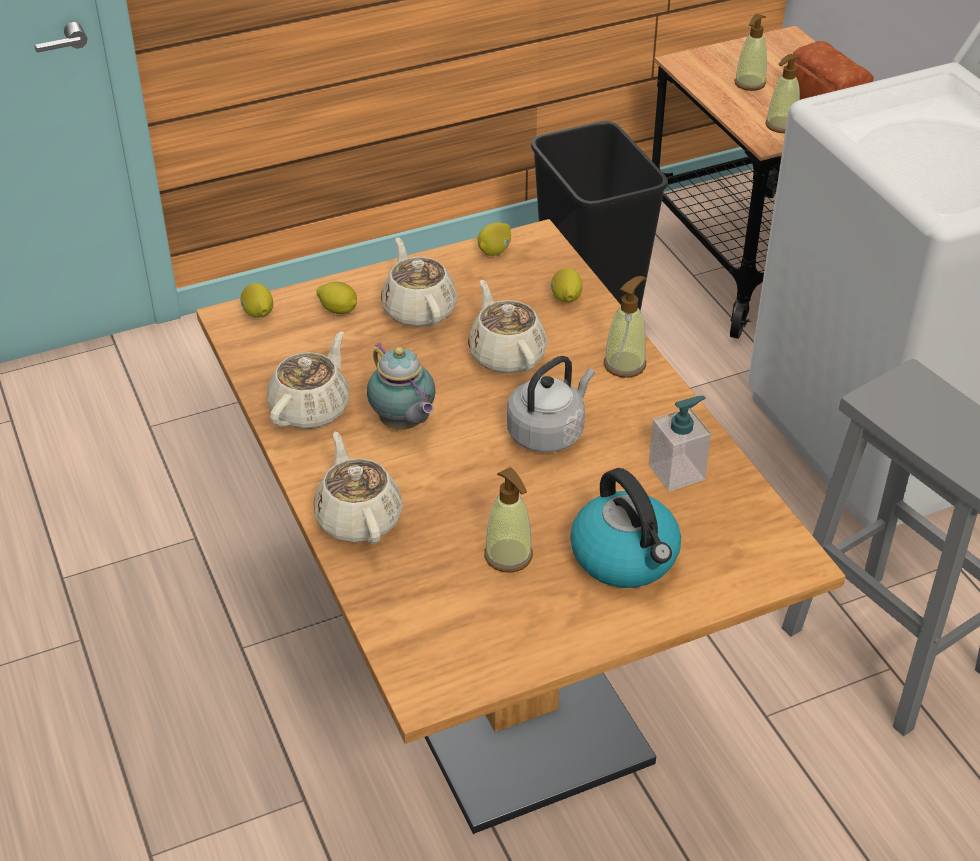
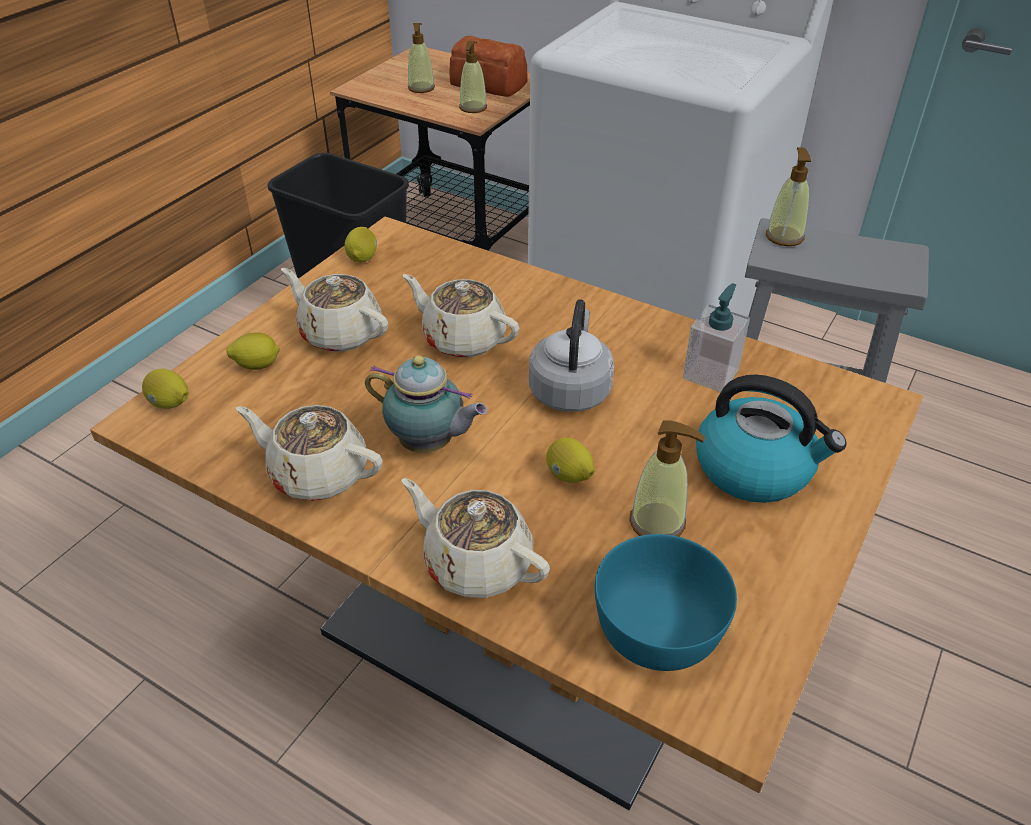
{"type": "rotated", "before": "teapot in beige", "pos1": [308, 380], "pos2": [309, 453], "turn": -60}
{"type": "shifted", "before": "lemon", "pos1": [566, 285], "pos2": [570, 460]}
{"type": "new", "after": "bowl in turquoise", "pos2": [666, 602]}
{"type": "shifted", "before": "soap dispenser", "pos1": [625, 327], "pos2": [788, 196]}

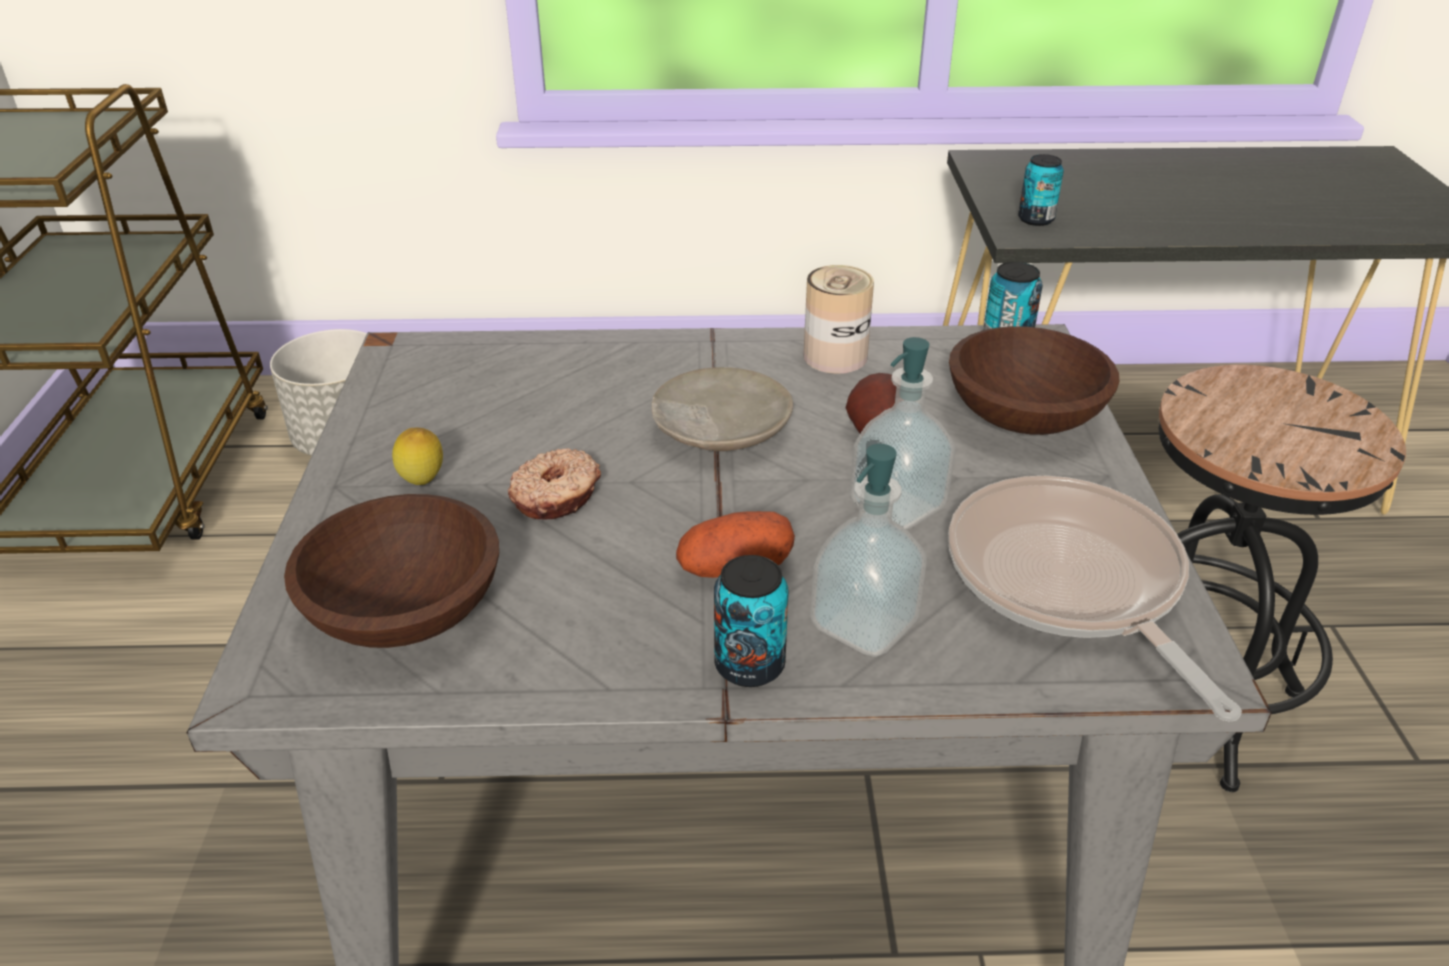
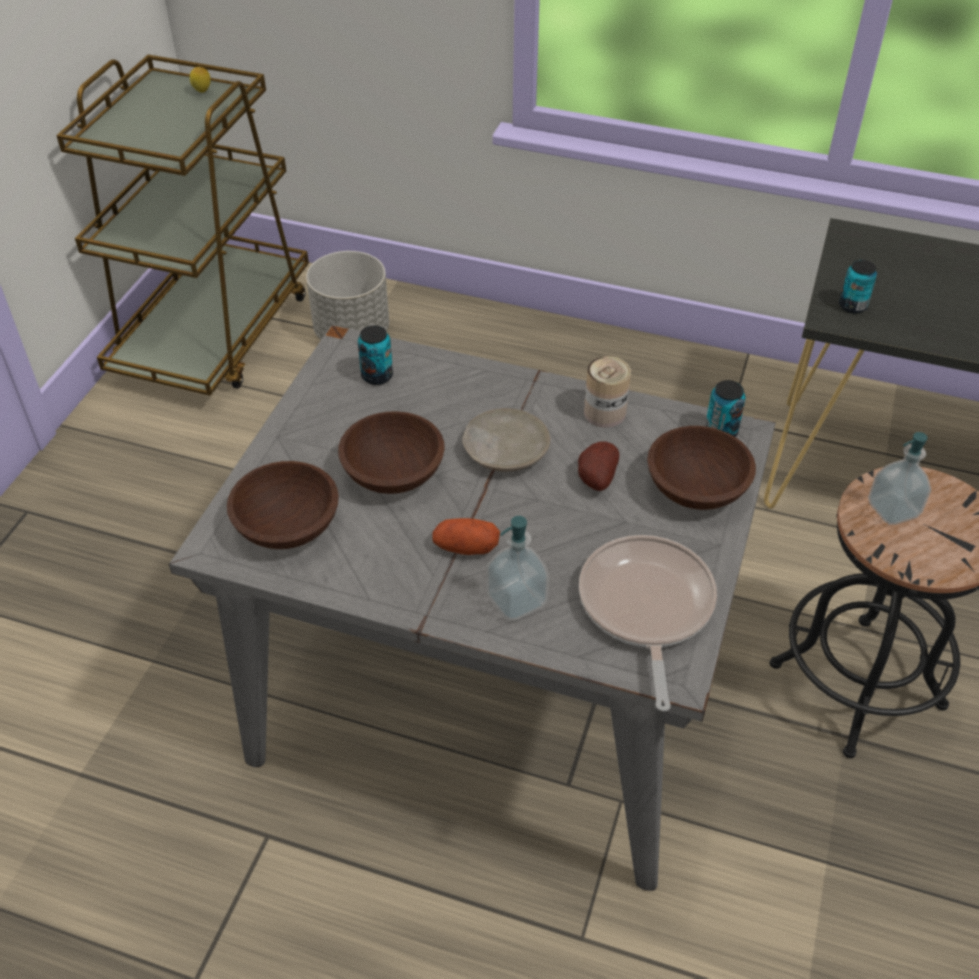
{"type": "shifted", "before": "lemon", "pos1": [417, 456], "pos2": [200, 80]}
{"type": "swapped", "before": "donut", "after": "bowl in brown", "pos1": [554, 483], "pos2": [391, 452]}
{"type": "shifted", "before": "can", "pos1": [751, 621], "pos2": [375, 355]}
{"type": "shifted", "before": "soap dispenser", "pos1": [903, 433], "pos2": [899, 478]}

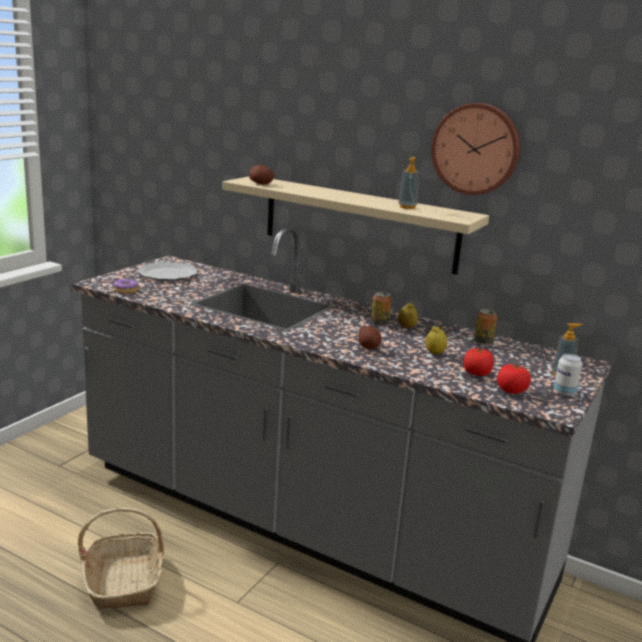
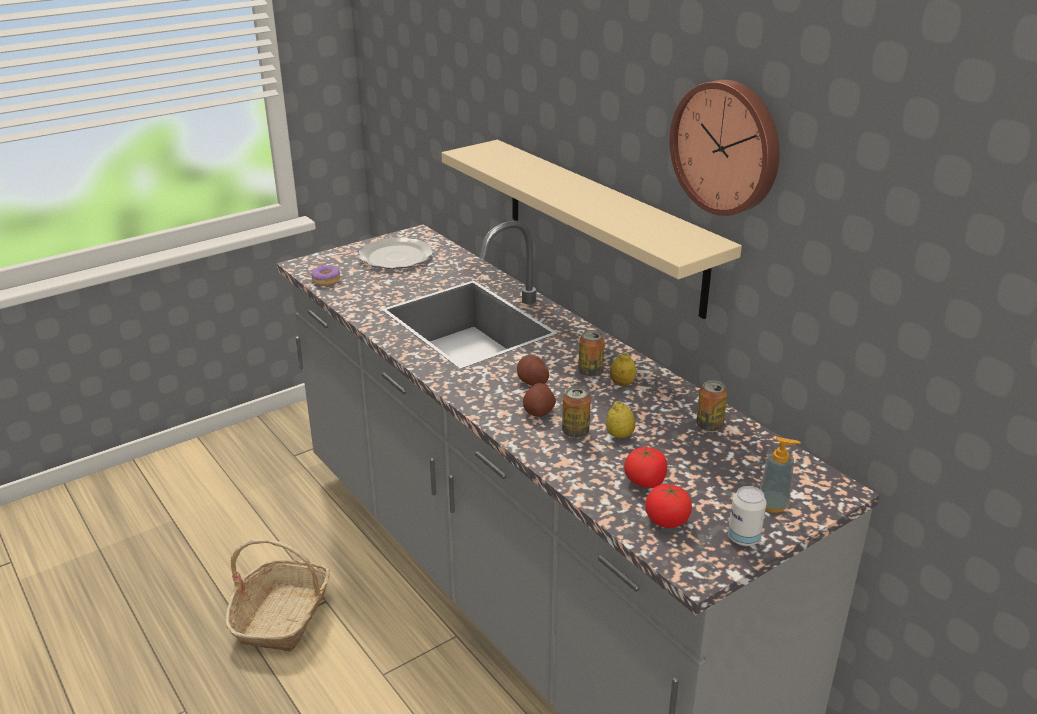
{"type": "shifted", "before": "potato", "pos1": [261, 175], "pos2": [533, 370]}
{"type": "new", "after": "can", "pos2": [576, 412]}
{"type": "gone", "before": "soap dispenser", "pos1": [408, 183]}

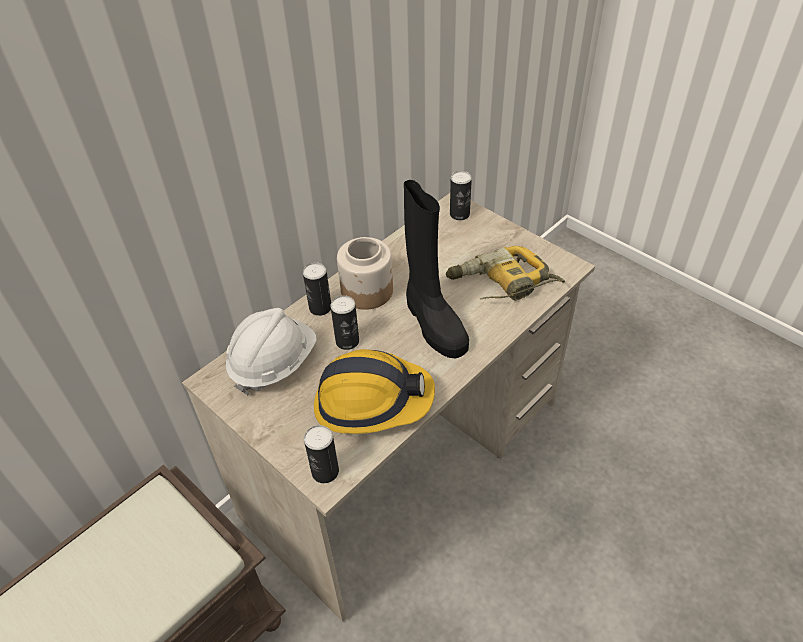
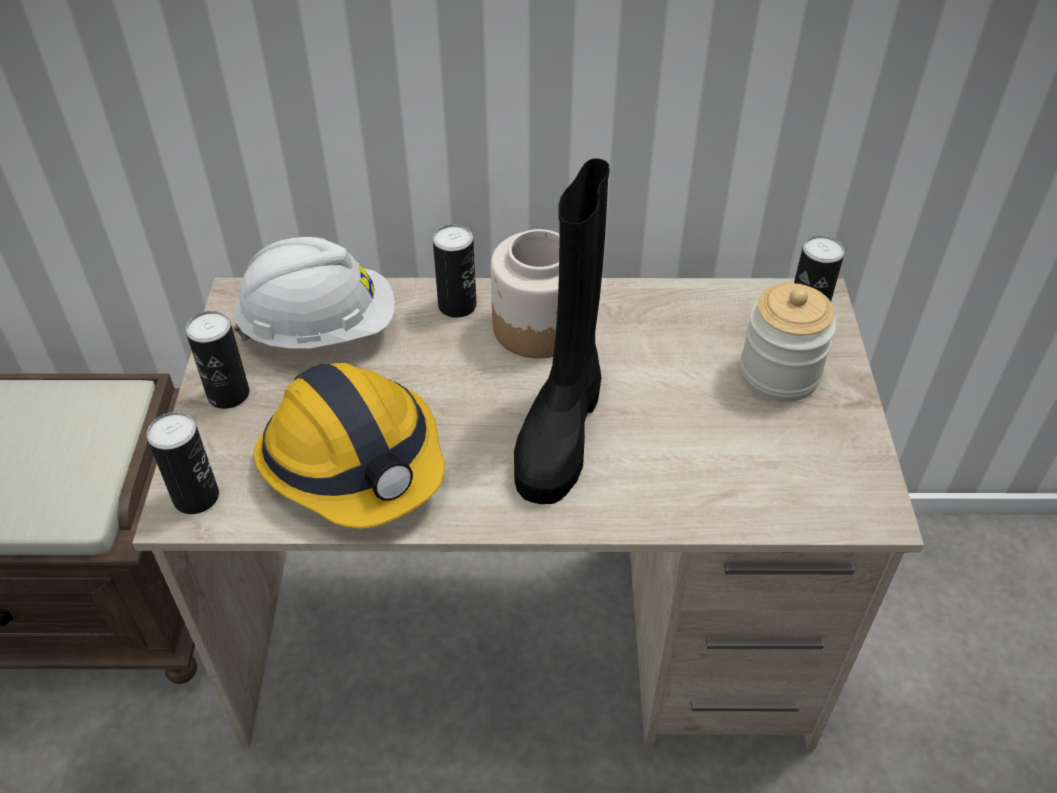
{"type": "shifted", "before": "can", "pos1": [344, 322], "pos2": [217, 360]}
{"type": "new", "after": "jar", "pos2": [788, 342]}
{"type": "gone", "before": "power drill", "pos1": [505, 273]}

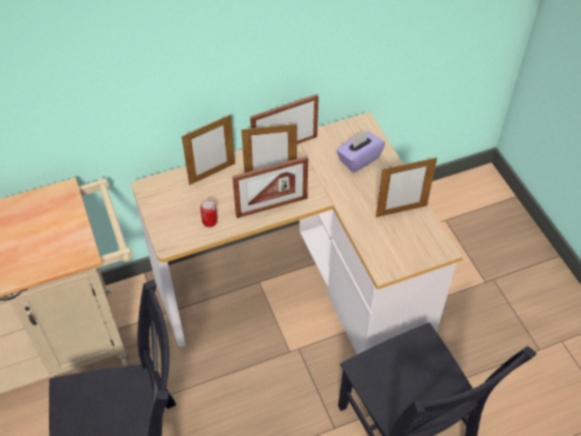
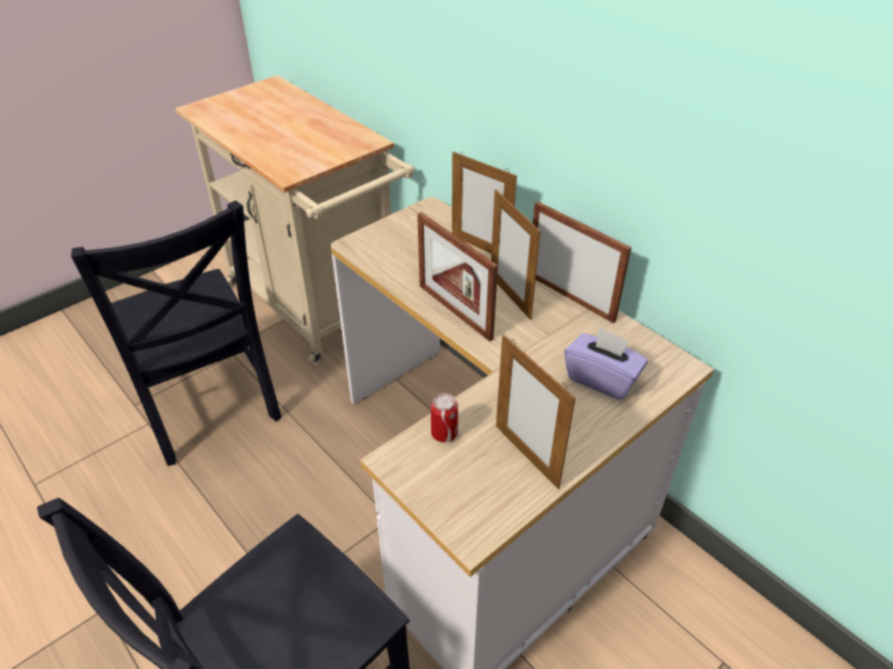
{"type": "shifted", "before": "can", "pos1": [209, 213], "pos2": [444, 417]}

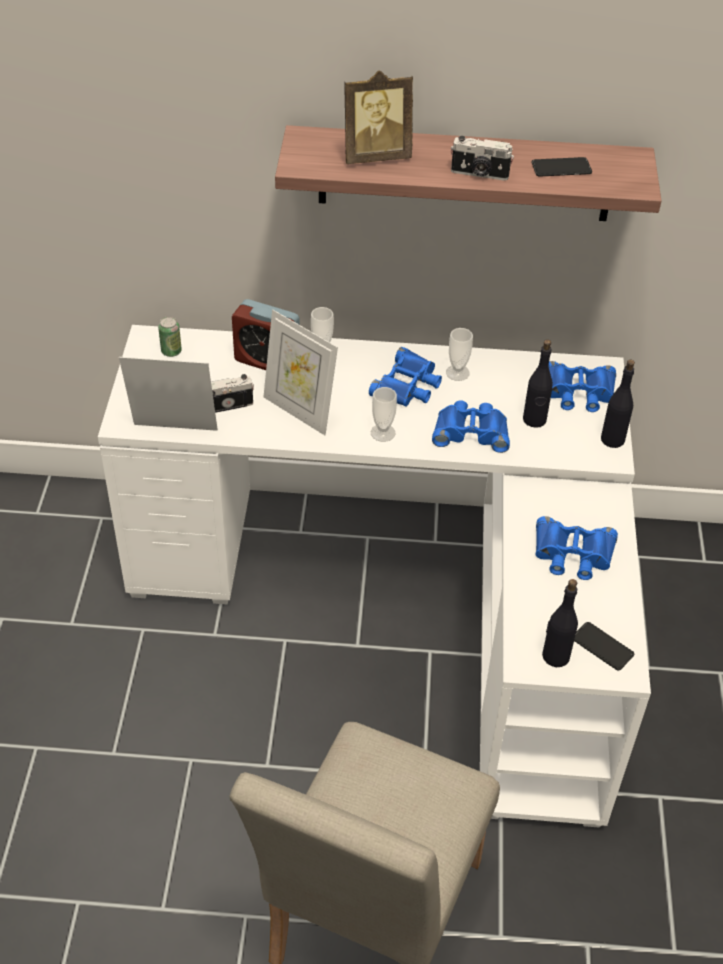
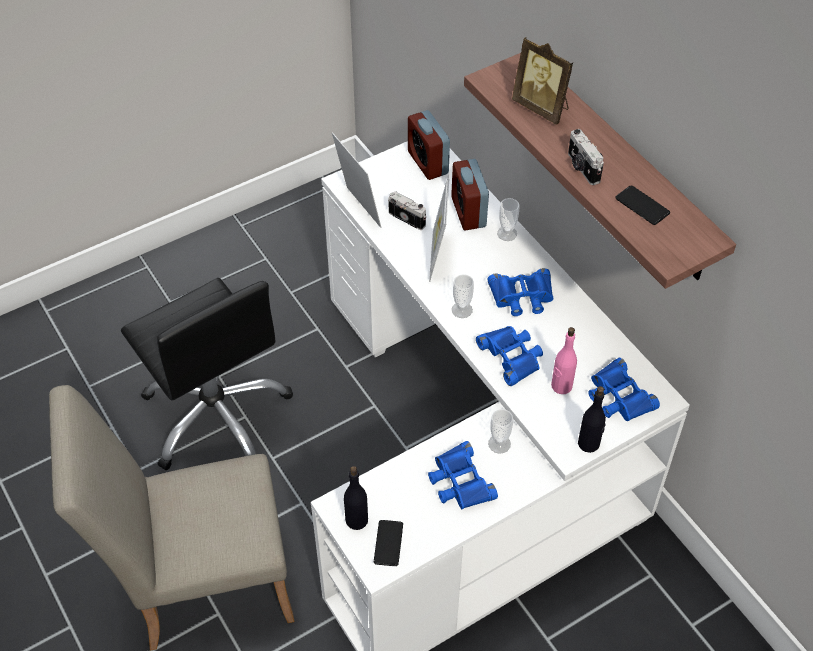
{"type": "new", "after": "office chair in black", "pos2": [207, 374]}
{"type": "swapped", "before": "can", "after": "alarm clock", "pos1": [170, 336], "pos2": [429, 145]}
{"type": "shifted", "before": "cup", "pos1": [459, 354], "pos2": [500, 431]}
{"type": "repainted", "before": "bottle in black", "after": "bottle in pink", "pos1": [538, 383], "pos2": [564, 360]}

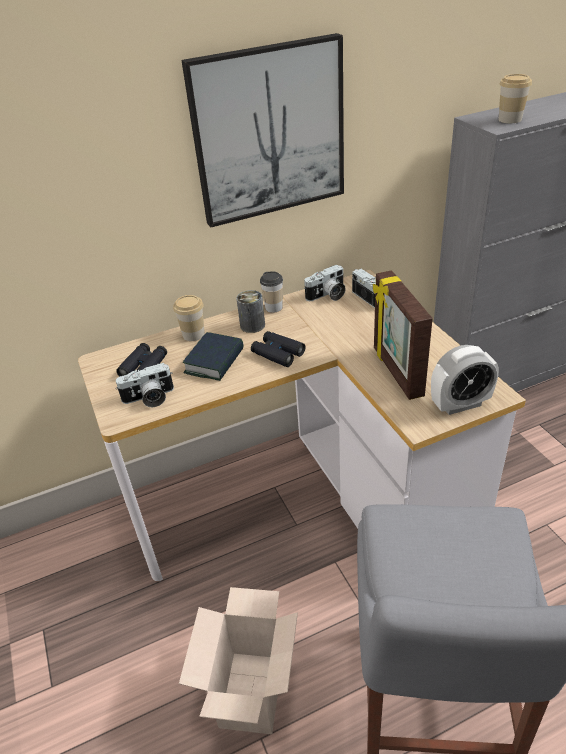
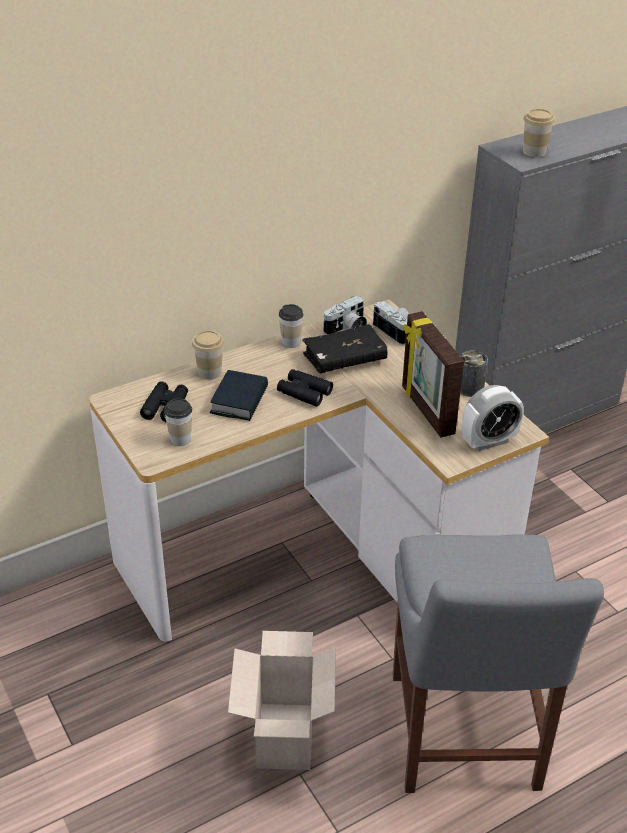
{"type": "swapped", "before": "photo camera", "after": "cup", "pos1": [145, 385], "pos2": [178, 422]}
{"type": "new", "after": "book in black", "pos2": [344, 348]}
{"type": "shifted", "before": "can", "pos1": [250, 311], "pos2": [474, 374]}
{"type": "gone", "before": "picture", "pos1": [262, 130]}

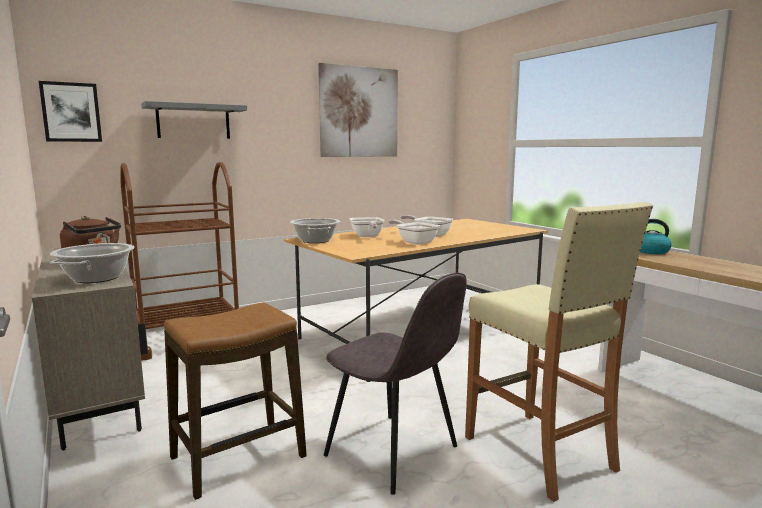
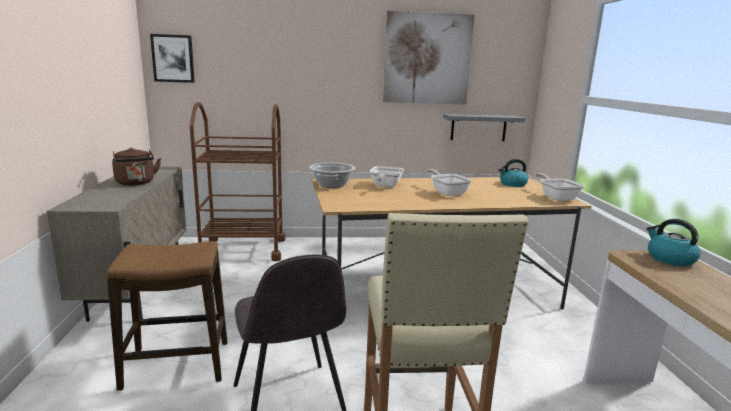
{"type": "shifted", "before": "shelf in grey", "pos1": [194, 120], "pos2": [484, 127]}
{"type": "new", "after": "kettle", "pos2": [513, 173]}
{"type": "shifted", "before": "frying pan", "pos1": [414, 232], "pos2": [560, 187]}
{"type": "gone", "before": "cooking pot", "pos1": [92, 263]}

